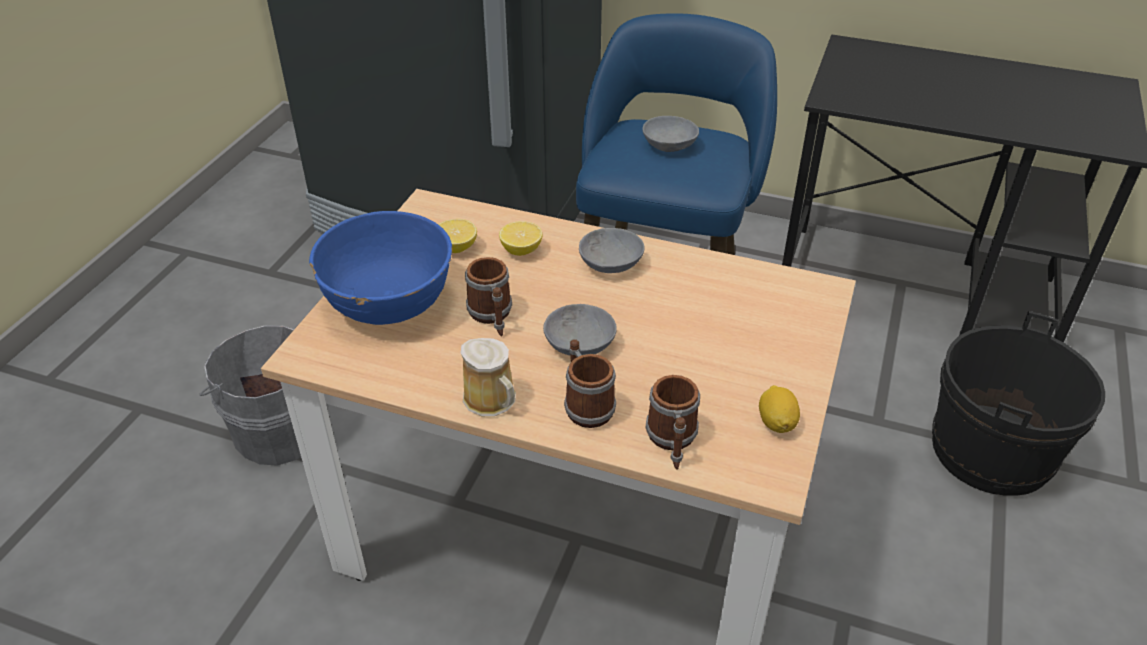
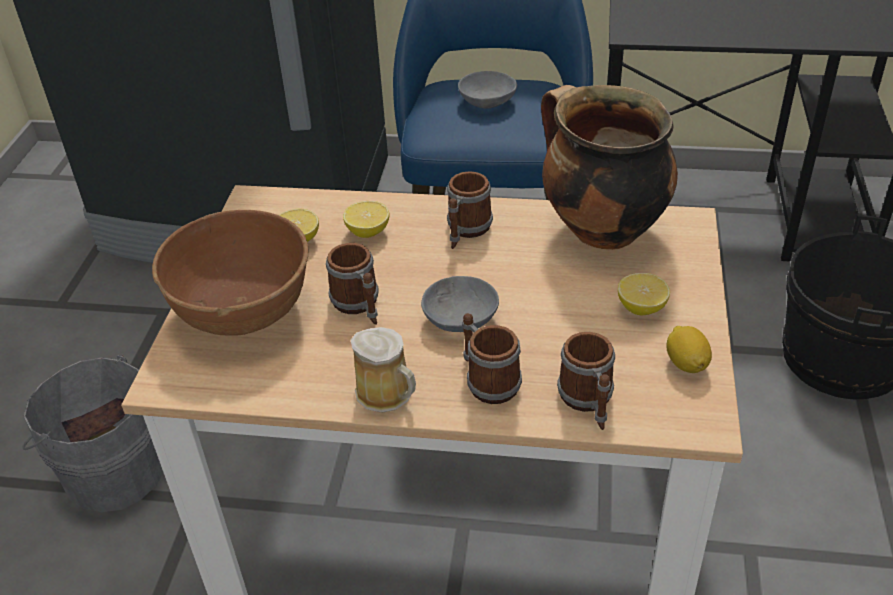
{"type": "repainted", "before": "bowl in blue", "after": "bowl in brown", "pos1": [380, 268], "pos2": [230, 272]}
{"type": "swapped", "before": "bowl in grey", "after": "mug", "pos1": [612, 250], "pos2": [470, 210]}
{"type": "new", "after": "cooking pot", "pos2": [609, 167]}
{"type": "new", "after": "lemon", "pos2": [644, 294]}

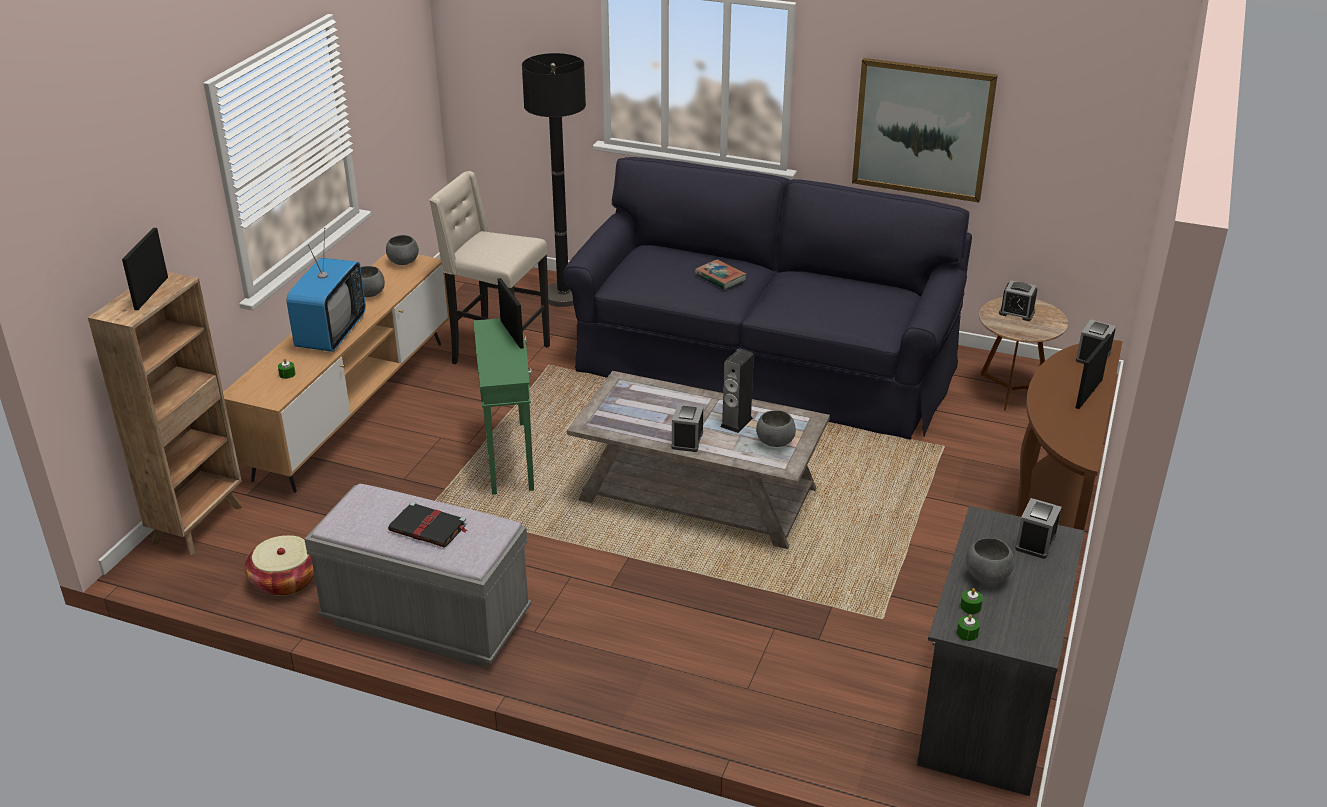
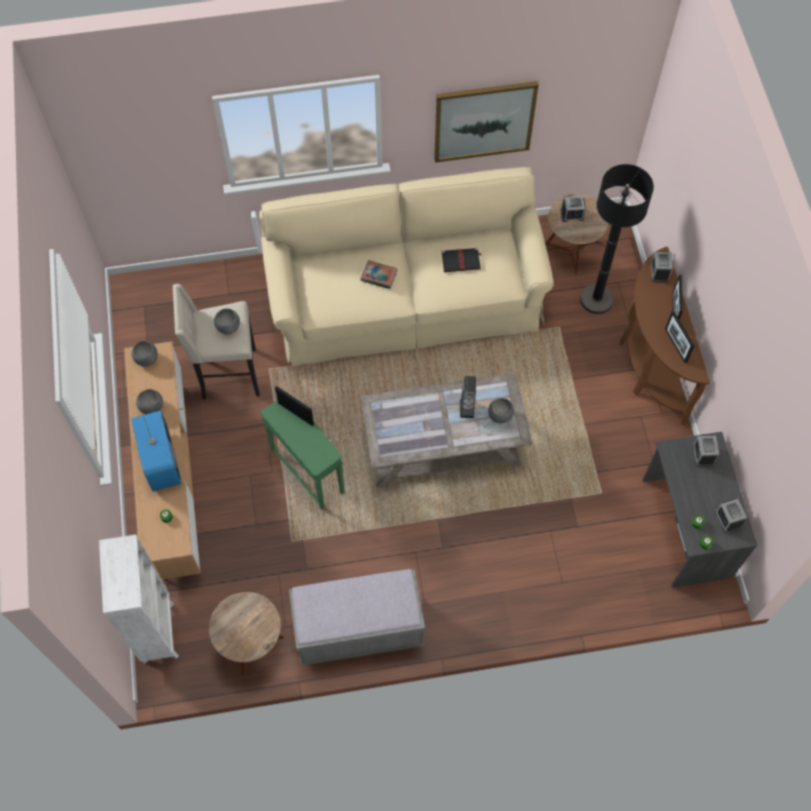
{"type": "repainted", "before": "bookcase in brown", "after": "bookcase in white", "pos1": [165, 413], "pos2": [139, 599]}
{"type": "swapped", "before": "basket", "after": "side table in brown", "pos1": [279, 565], "pos2": [246, 633]}
{"type": "shifted", "before": "bowl in grey", "pos1": [990, 561], "pos2": [227, 321]}
{"type": "repainted", "before": "sofa in black", "after": "sofa in beige", "pos1": [767, 298], "pos2": [406, 267]}
{"type": "shifted", "before": "book in black", "pos1": [428, 525], "pos2": [461, 259]}
{"type": "shifted", "before": "floor lamp in black", "pos1": [554, 180], "pos2": [617, 239]}
{"type": "shifted", "before": "picture frame", "pos1": [145, 269], "pos2": [680, 337]}
{"type": "shifted", "before": "alarm clock", "pos1": [687, 428], "pos2": [731, 516]}

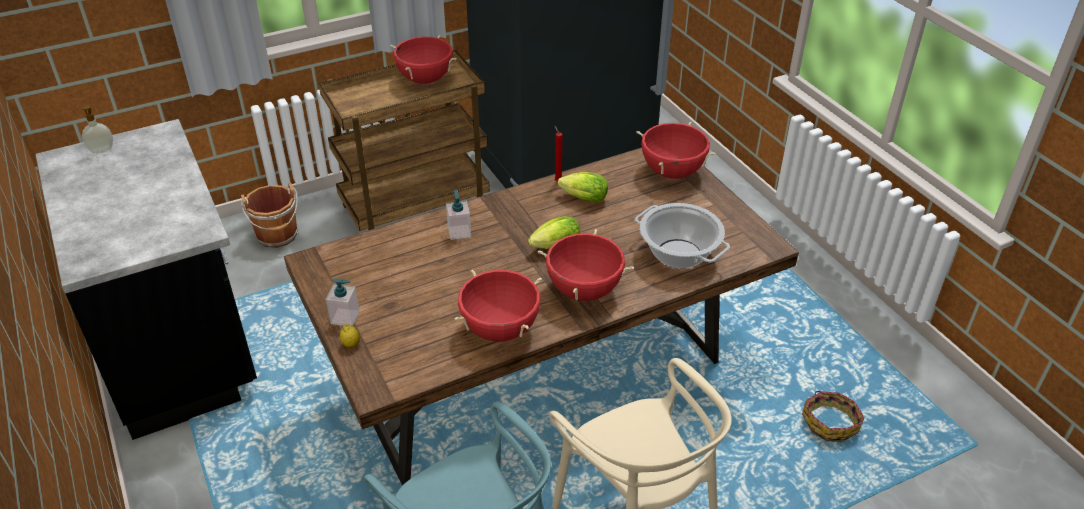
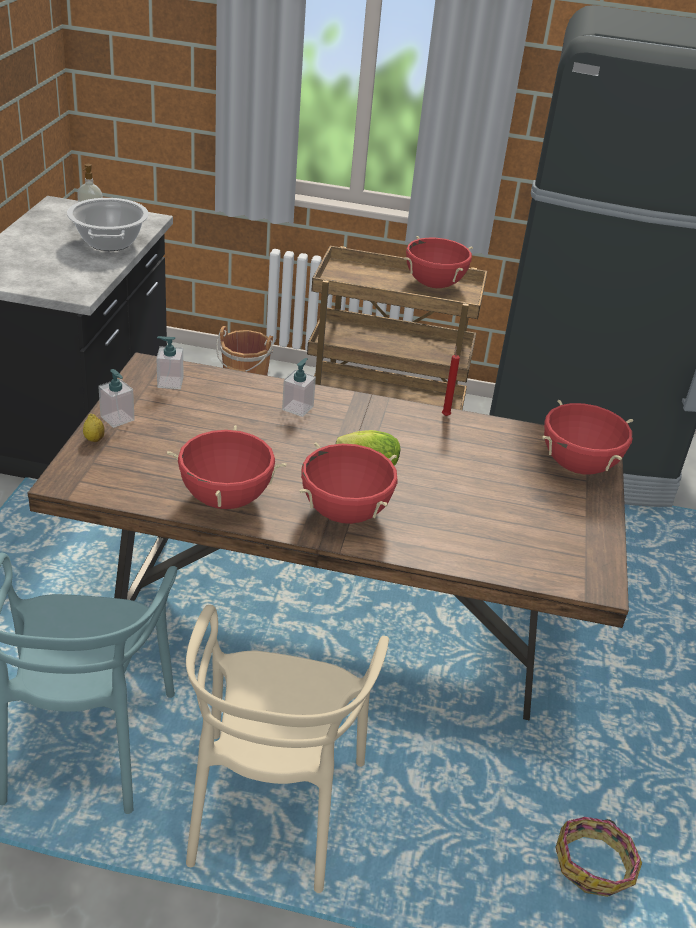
{"type": "shifted", "before": "cooking pot", "pos1": [682, 236], "pos2": [108, 224]}
{"type": "new", "after": "soap dispenser", "pos2": [170, 362]}
{"type": "gone", "before": "lettuce", "pos1": [583, 187]}

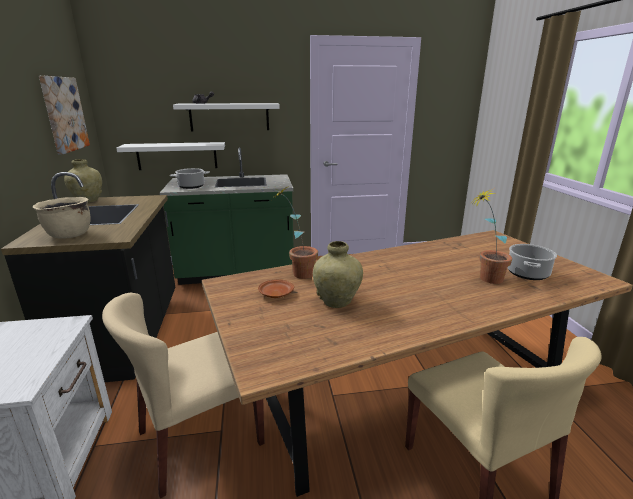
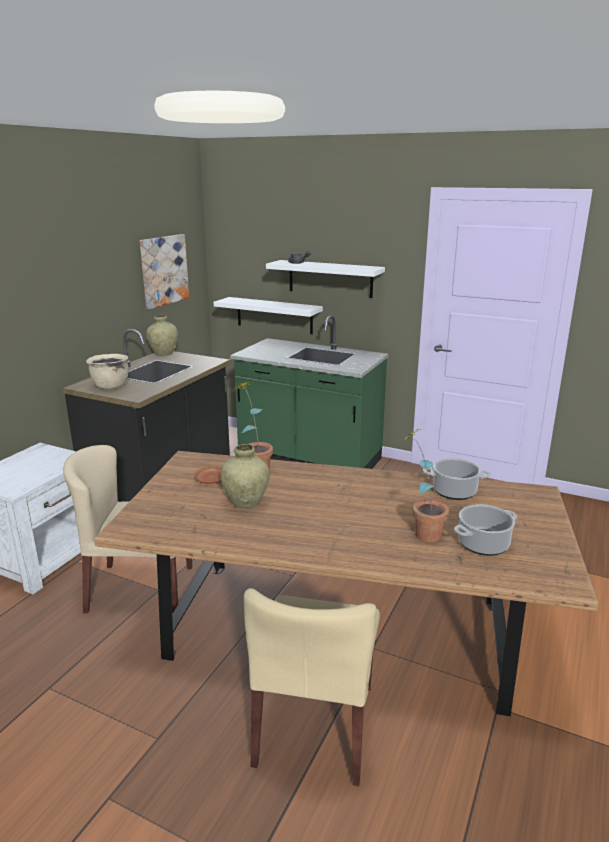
{"type": "shifted", "before": "cooking pot", "pos1": [190, 178], "pos2": [457, 479]}

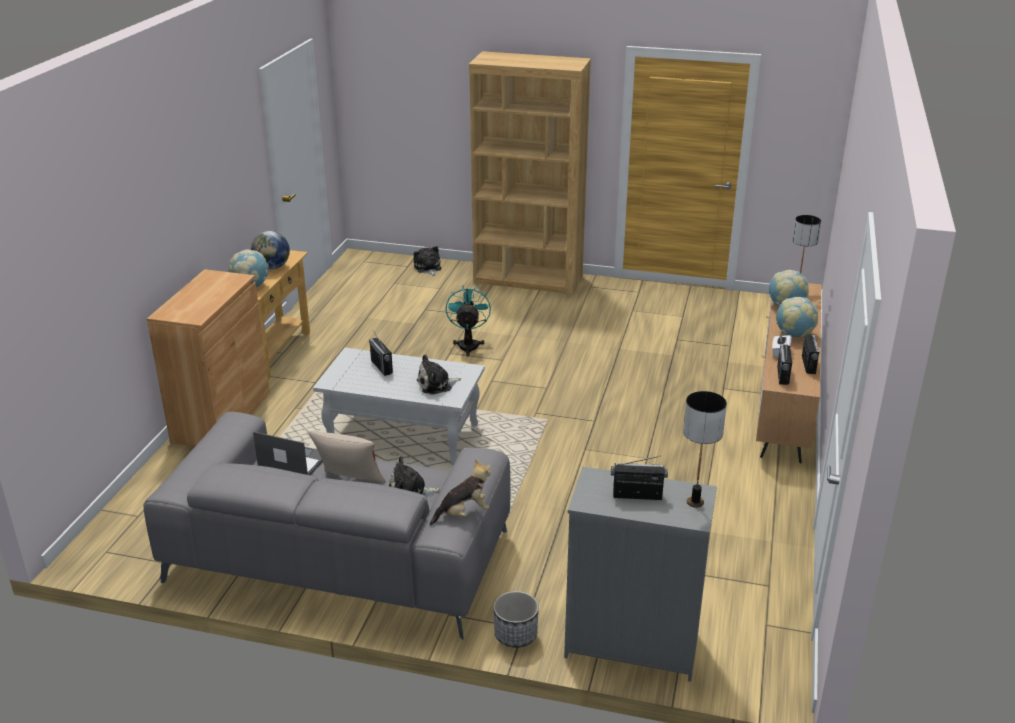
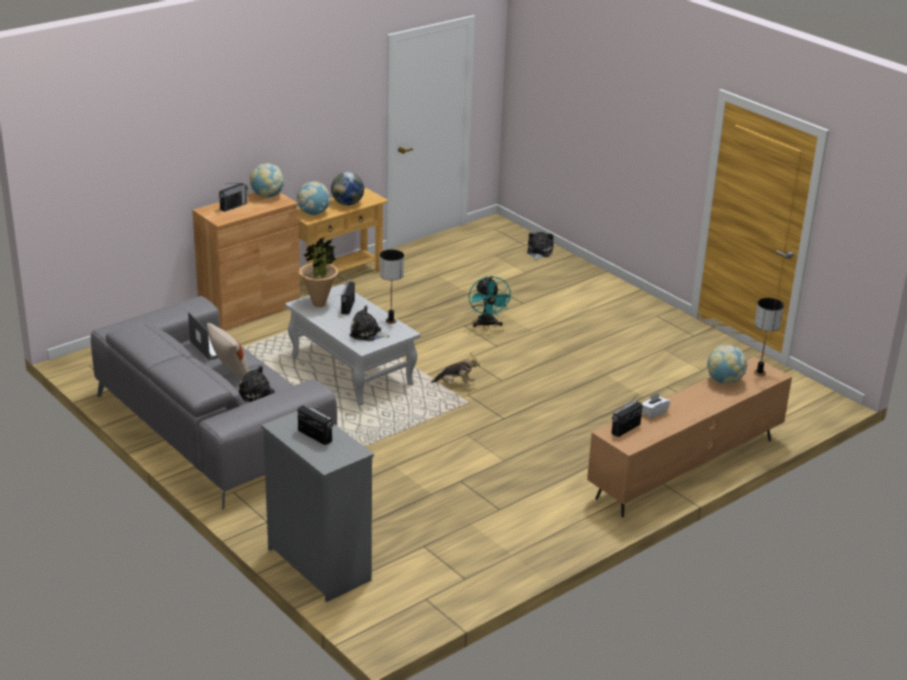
{"type": "shifted", "before": "radio", "pos1": [810, 354], "pos2": [233, 197]}
{"type": "shifted", "before": "globe", "pos1": [797, 317], "pos2": [267, 180]}
{"type": "new", "after": "potted plant", "pos2": [319, 272]}
{"type": "shifted", "before": "table lamp", "pos1": [705, 449], "pos2": [392, 286]}
{"type": "shifted", "before": "plush toy", "pos1": [460, 493], "pos2": [455, 369]}
{"type": "rotated", "before": "fan in turquoise", "pos1": [468, 321], "pos2": [490, 302], "turn": 135}
{"type": "gone", "before": "bookcase in brown", "pos1": [530, 173]}
{"type": "gone", "before": "planter", "pos1": [516, 619]}

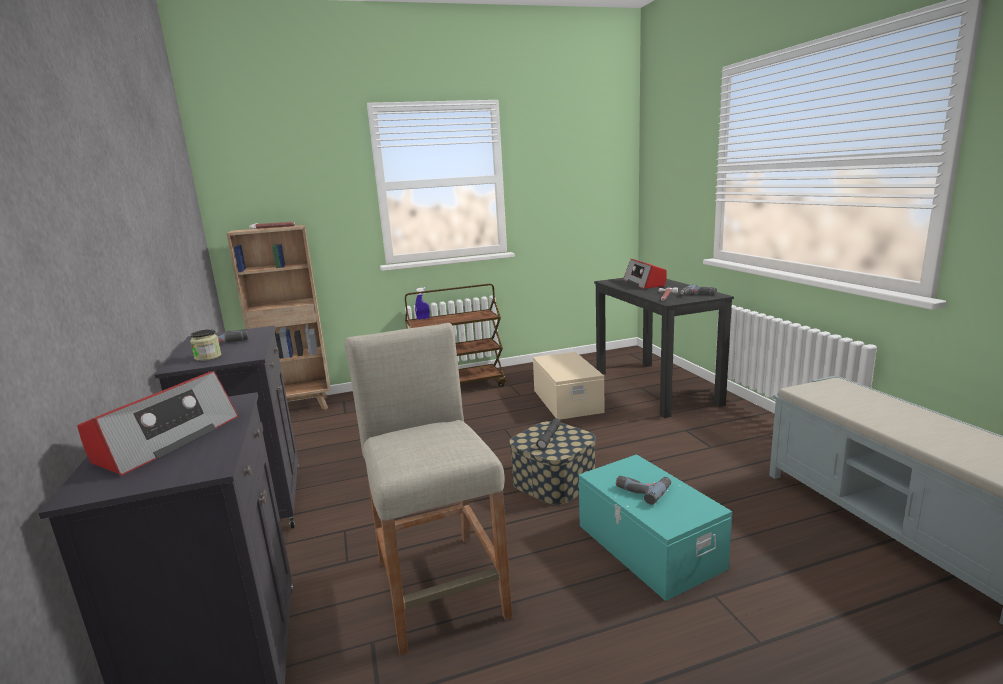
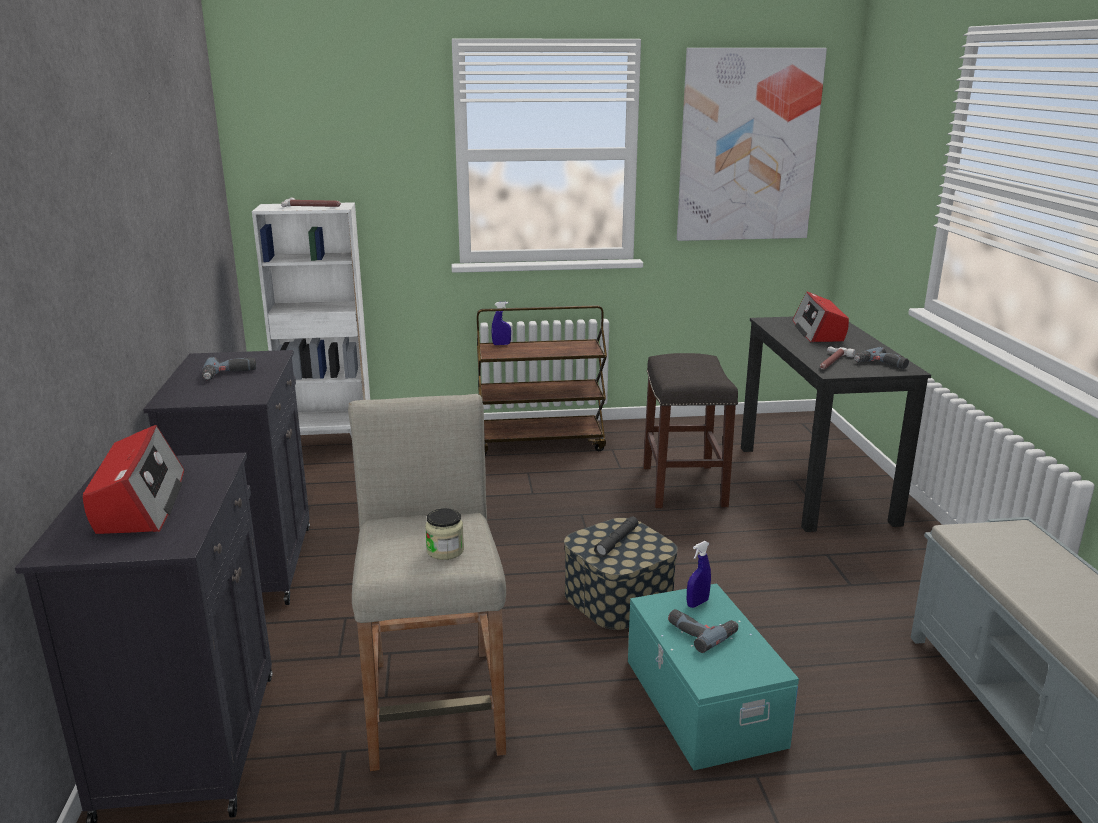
{"type": "rotated", "before": "radio", "pos1": [157, 423], "pos2": [133, 479], "turn": -45}
{"type": "repainted", "before": "bookcase in brown", "after": "bookcase in white", "pos1": [278, 317], "pos2": [311, 320]}
{"type": "shifted", "before": "jar", "pos1": [205, 345], "pos2": [444, 534]}
{"type": "swapped", "before": "storage box in beige", "after": "stool in grey", "pos1": [569, 386], "pos2": [690, 430]}
{"type": "new", "after": "picture", "pos2": [752, 144]}
{"type": "new", "after": "spray bottle in blue", "pos2": [699, 574]}

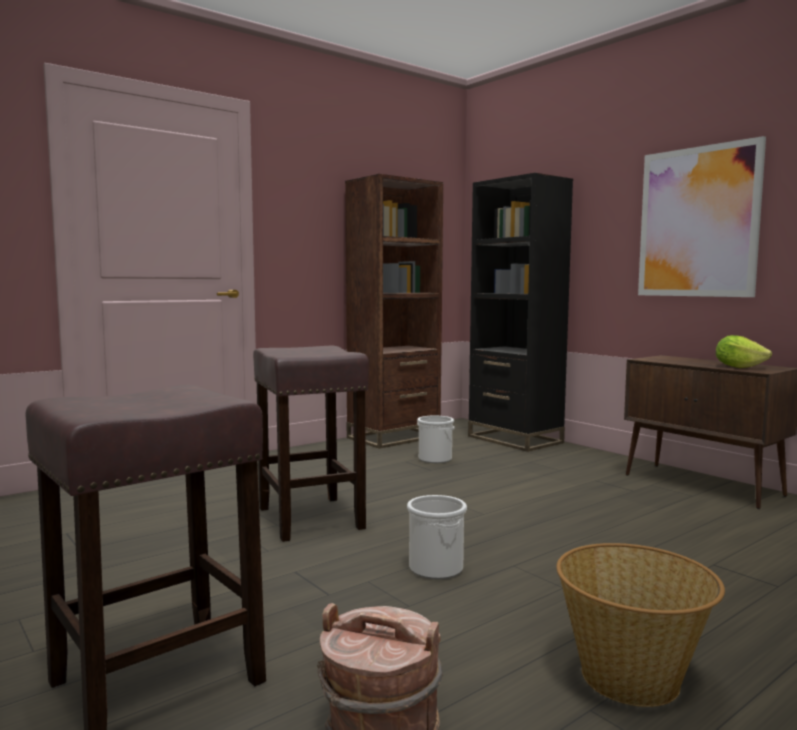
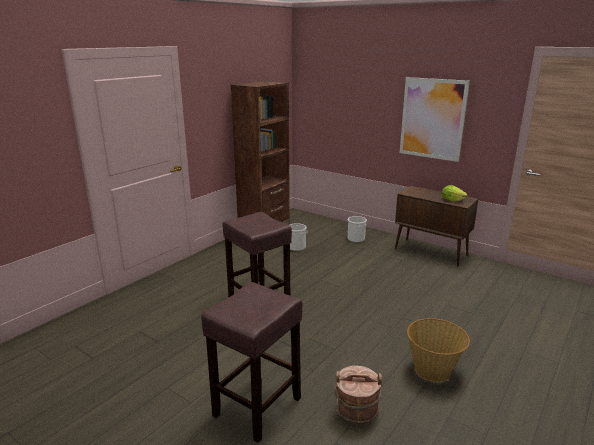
{"type": "shifted", "before": "bucket", "pos1": [437, 537], "pos2": [357, 229]}
{"type": "gone", "before": "bookcase in black", "pos1": [520, 312]}

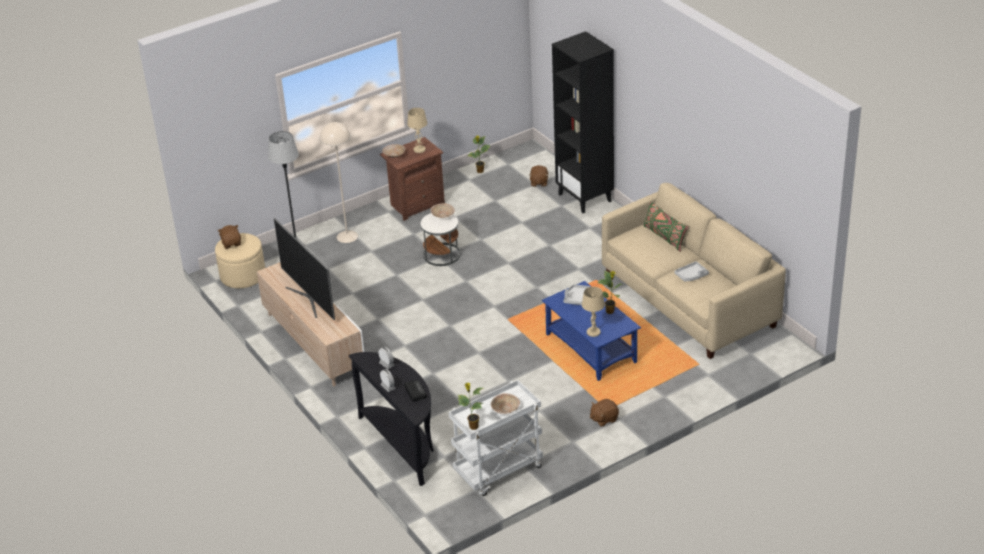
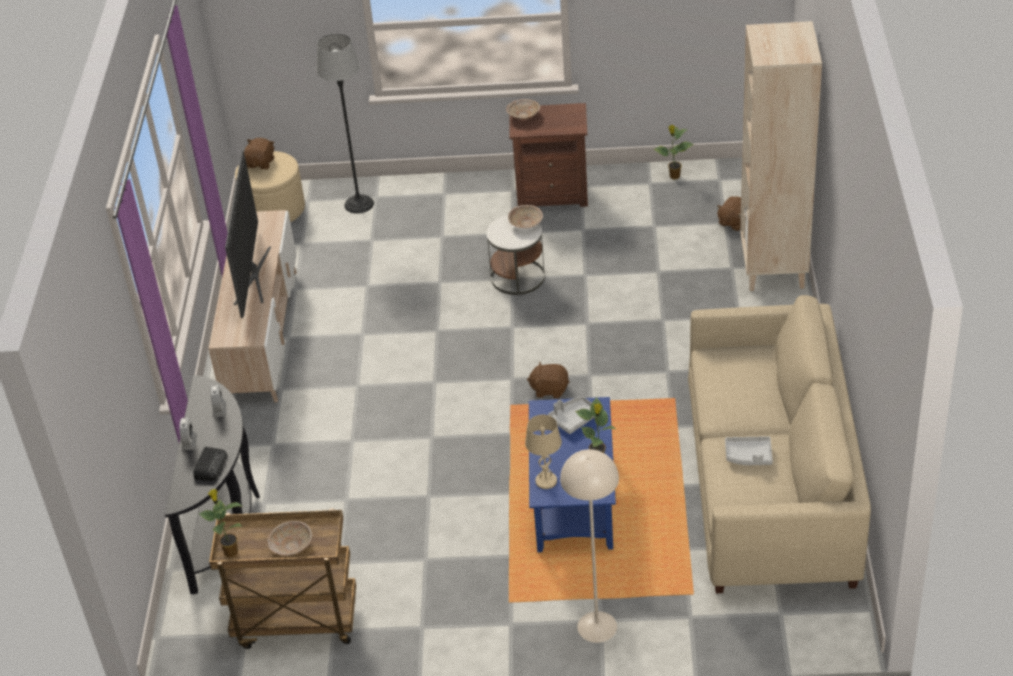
{"type": "repainted", "before": "cart in white", "after": "cart in brown", "pos1": [496, 438], "pos2": [282, 578]}
{"type": "shifted", "before": "plush toy in brown", "pos1": [604, 413], "pos2": [548, 379]}
{"type": "shifted", "before": "floor lamp in beige", "pos1": [339, 182], "pos2": [589, 546]}
{"type": "repainted", "before": "bookcase in black", "after": "bookcase in beige", "pos1": [583, 122], "pos2": [781, 156]}
{"type": "gone", "before": "table lamp in beige", "pos1": [417, 130]}
{"type": "gone", "before": "pillow in green", "pos1": [666, 227]}

